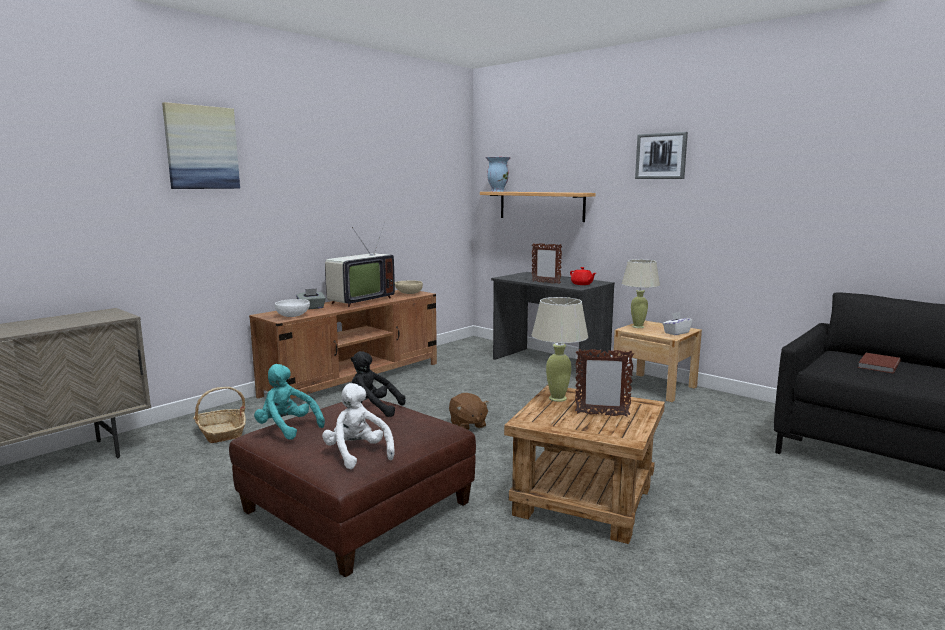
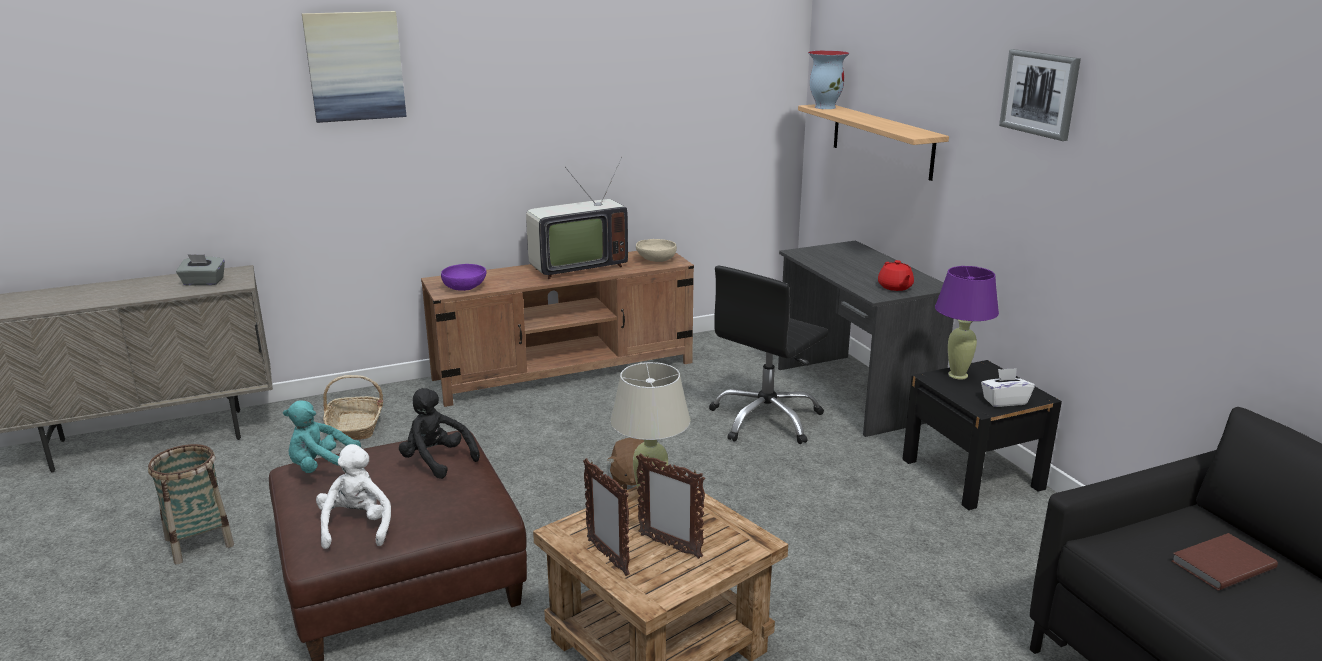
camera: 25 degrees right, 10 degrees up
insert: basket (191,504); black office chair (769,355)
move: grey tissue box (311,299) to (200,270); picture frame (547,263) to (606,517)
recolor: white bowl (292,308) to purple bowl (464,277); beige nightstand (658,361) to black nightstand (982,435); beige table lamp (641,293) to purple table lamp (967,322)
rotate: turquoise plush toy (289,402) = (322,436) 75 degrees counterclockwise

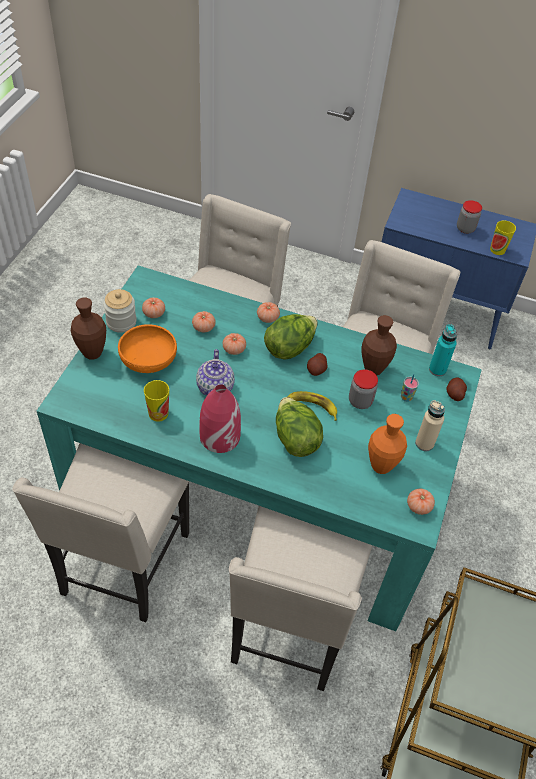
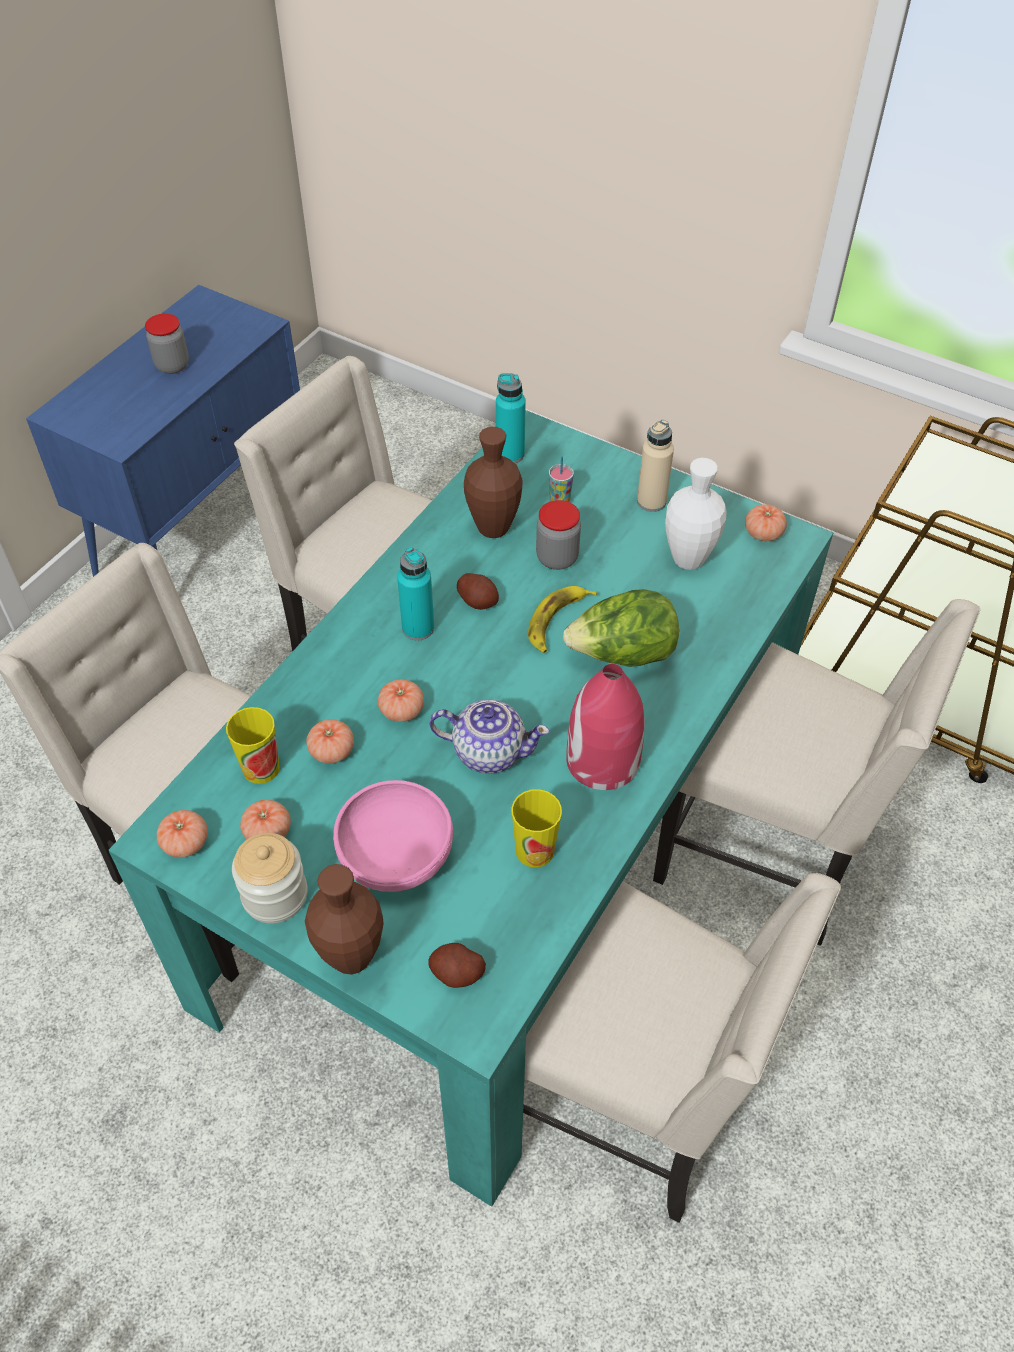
camera: 75 degrees left, 0 degrees up
move: tomato (268,312) to (182,834); potato (457,389) to (457,965); cup (503,237) to (253,745)
replace: lettuce (291,337) to turquoise bottle (415,594)
recolor: orange bowl (147,348) to pink bowl (393,836); orange vase (387,444) to white vase (696,514)

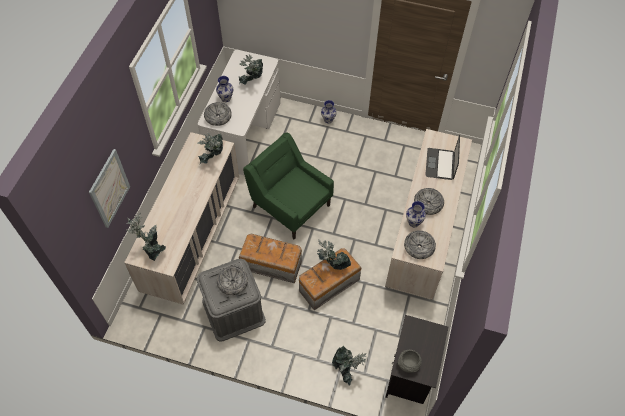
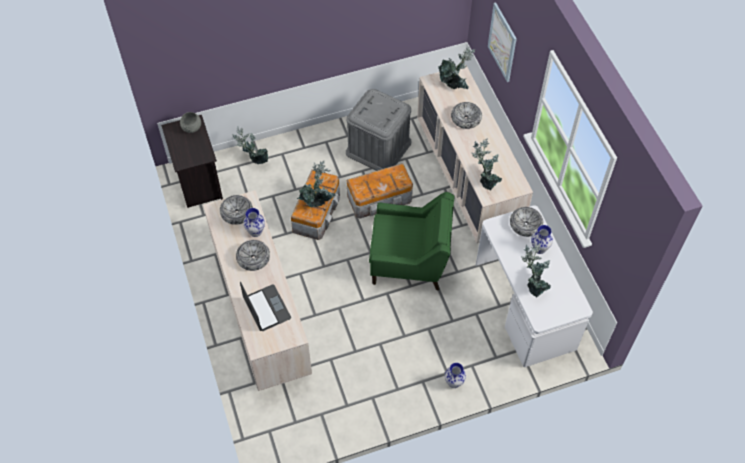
camera: 145 degrees right, 0 degrees up
move: bowl (232,280) to (466,115)

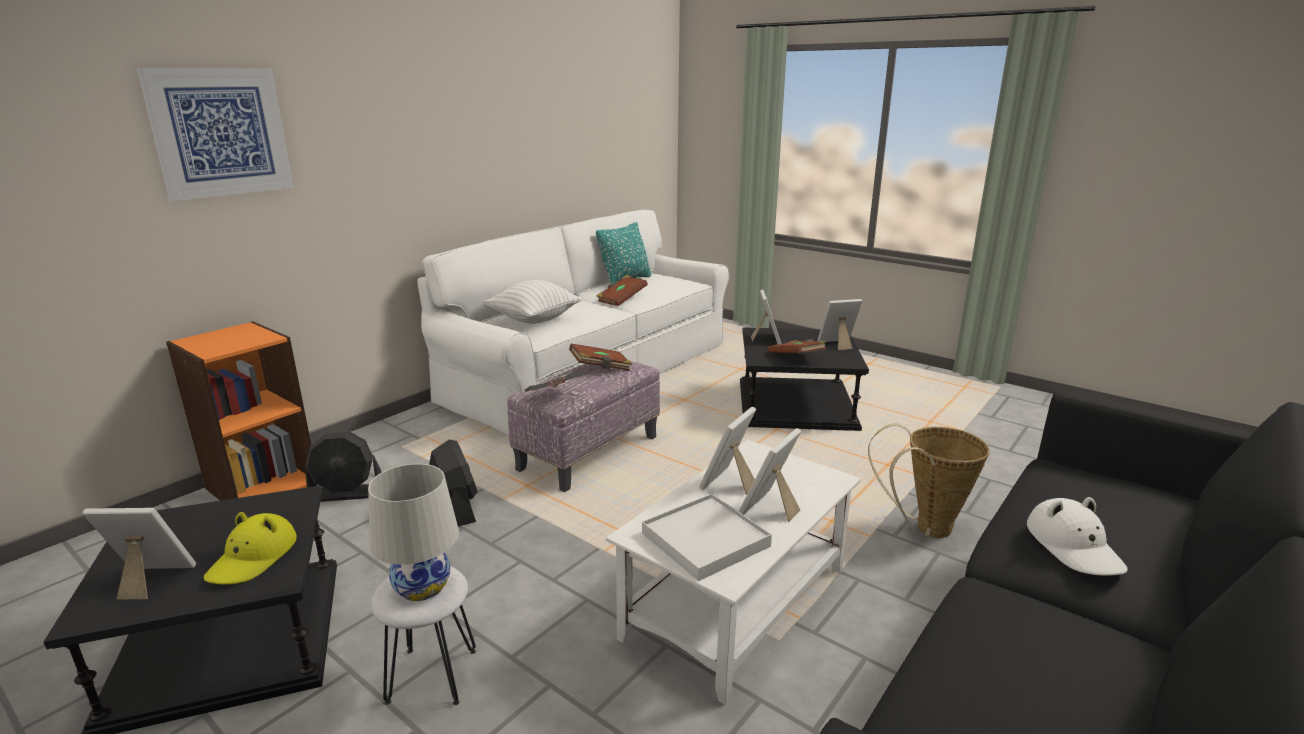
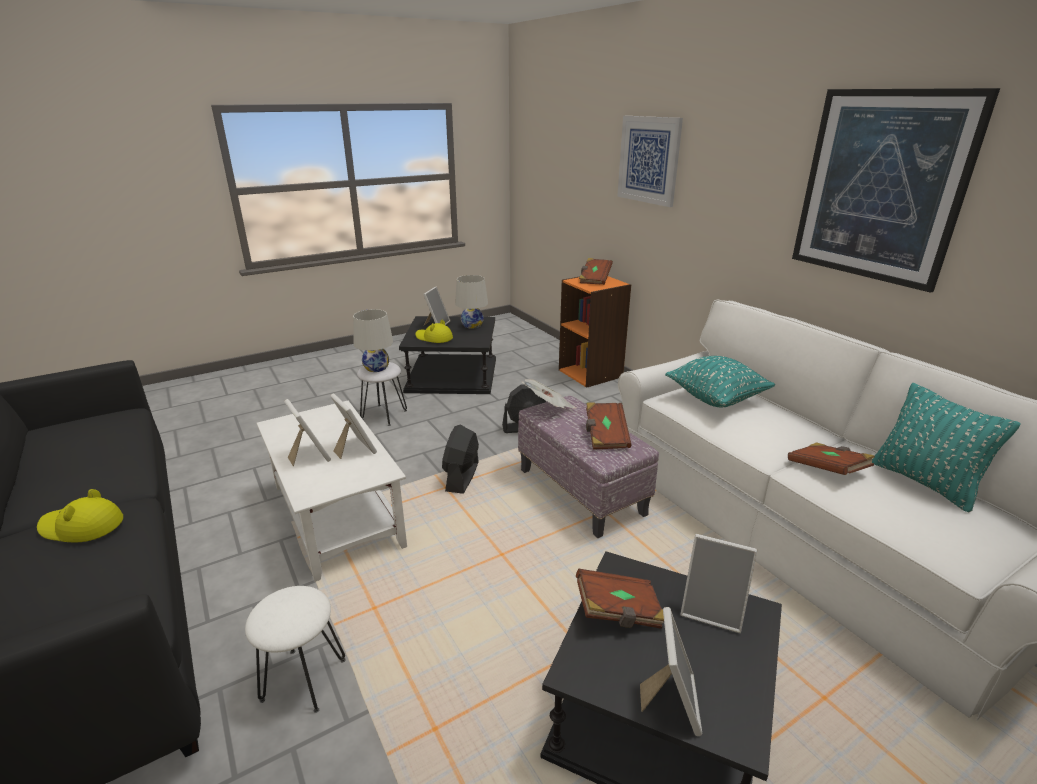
camera: 110 degrees right, 5 degrees up
delete: white tray (707,537)
insert: white table lamp (471,301); brown book (596,271); picture (896,190)
move: black fan (343,467) to (460,459)
replace: basket (929,480) to white stool (295,649)
recolor: white pillow (532,302) to turquoise pillow (720,381); white hat (1077,536) to yellow hat (80,516)

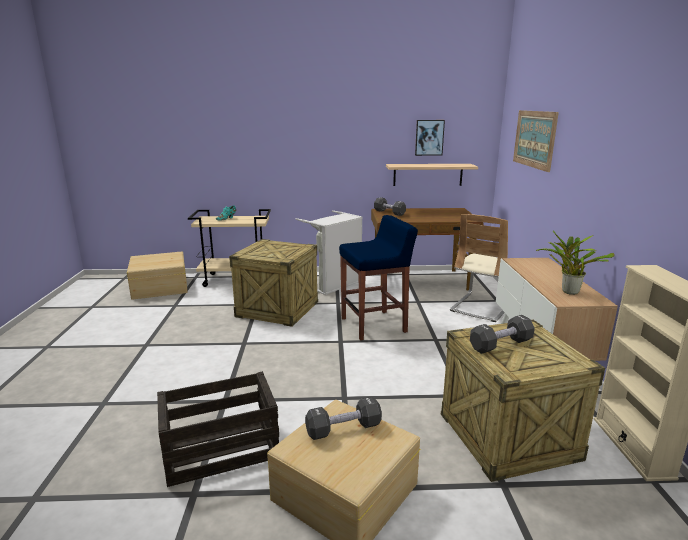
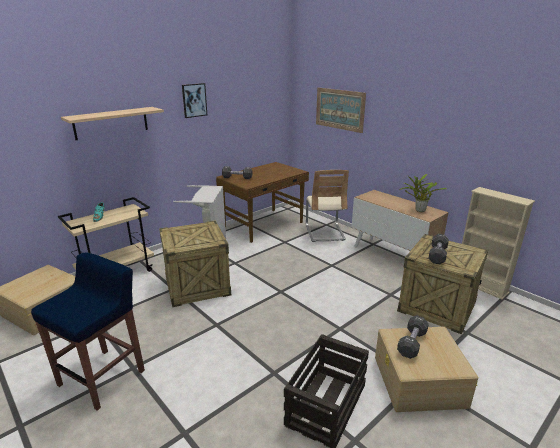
camera: 40 degrees left, 5 degrees up
move: blue stool (378,278) to (88,331); shelf (432,175) to (112,123); picture (430,138) to (194,100)

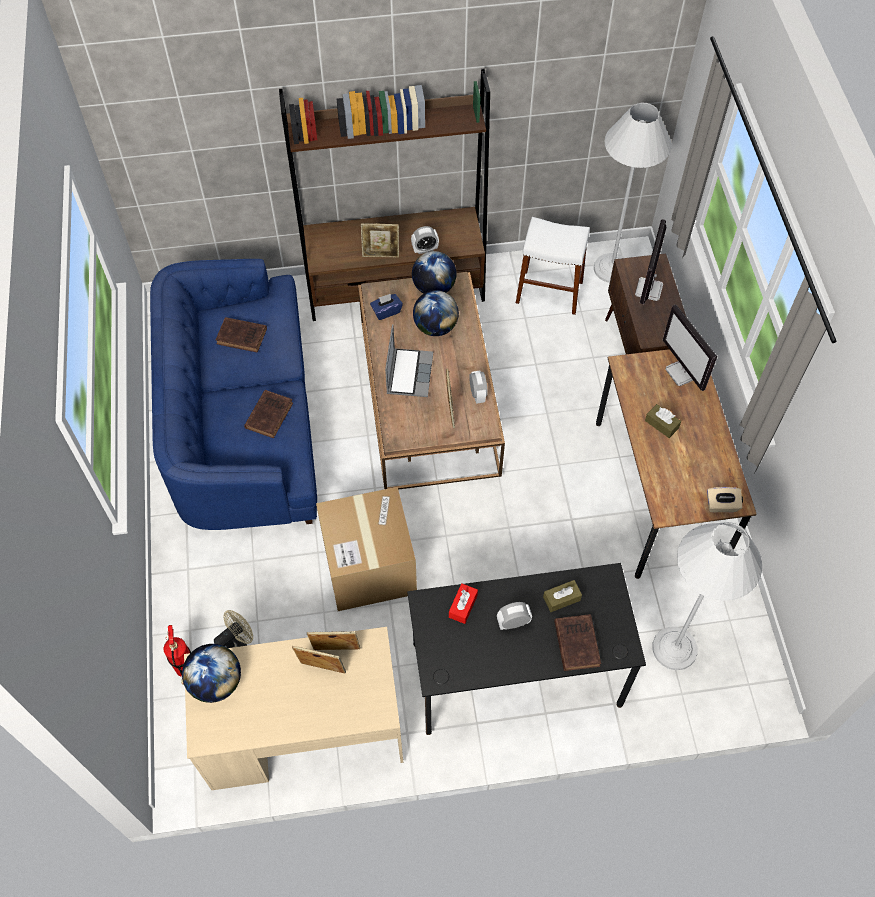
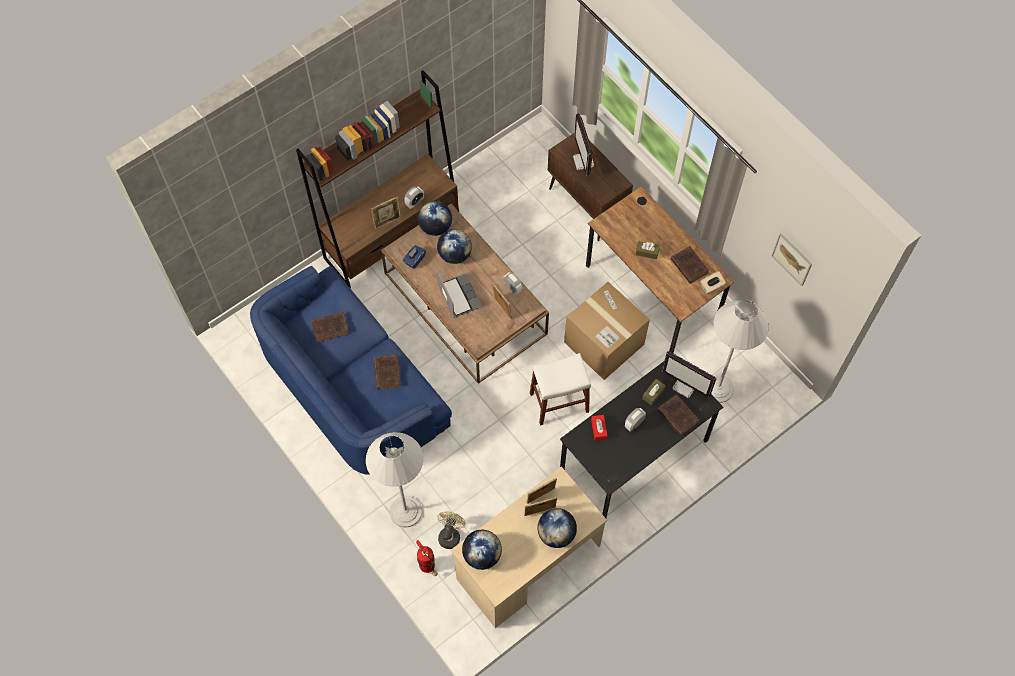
camera: 30 degrees left, 5 degrees up
insert: globe (557,528); brown book (690,265); picture (792,259)
move: cardboard box (366,549) to (607,331); white stool (553,266) to (560,389); white floor lamp (633,192) to (394,480); monitor (690,348) to (689,374)

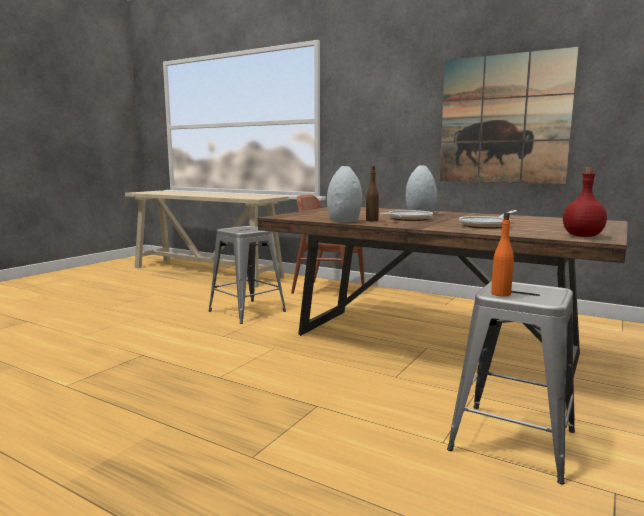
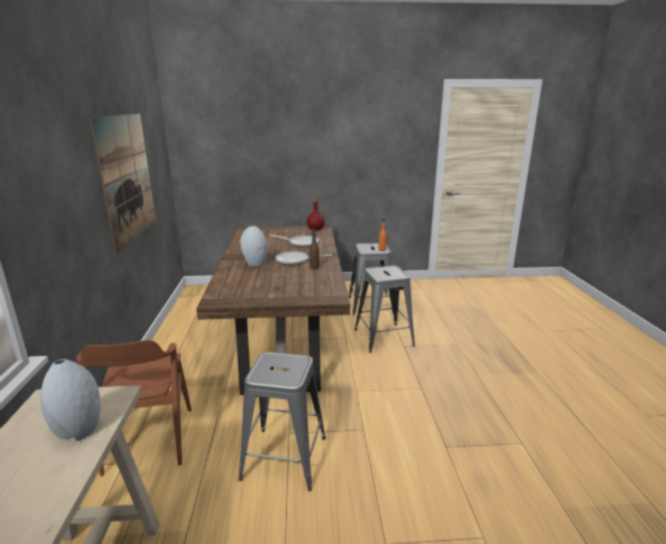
camera: 125 degrees left, 10 degrees up
insert: grey stool (385,309)
move: grey vase (344,194) to (70,400)

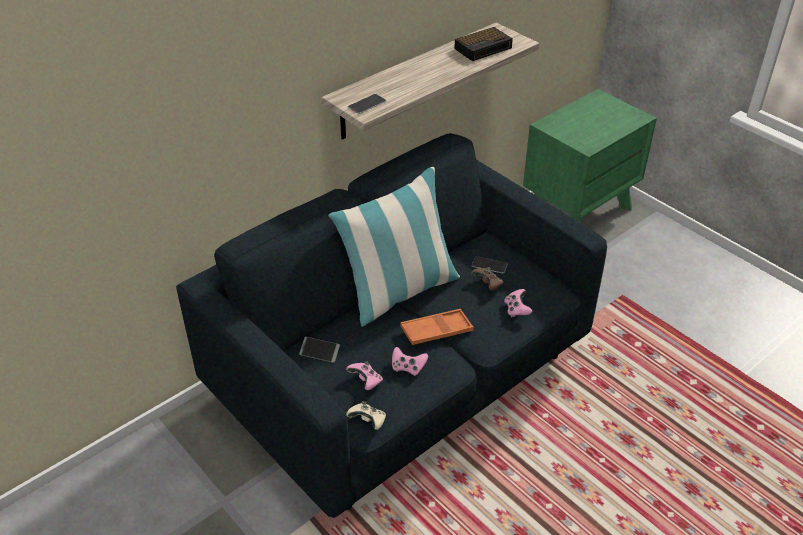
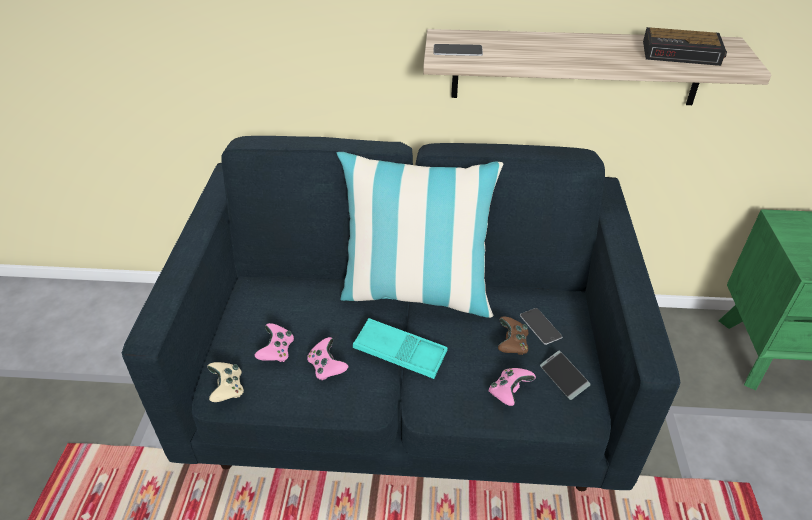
camera: 45 degrees right, 0 degrees up
move: phone (319,350) to (565,375)
recolor: orange tray (437,327) to turquoise tray (400,348)

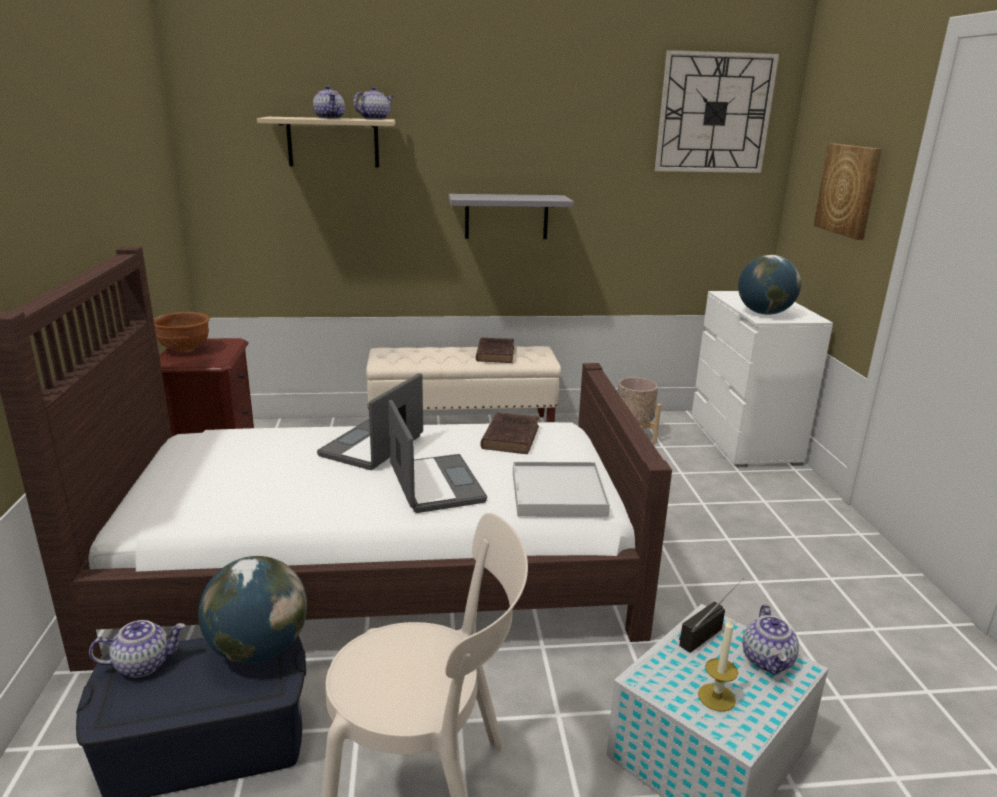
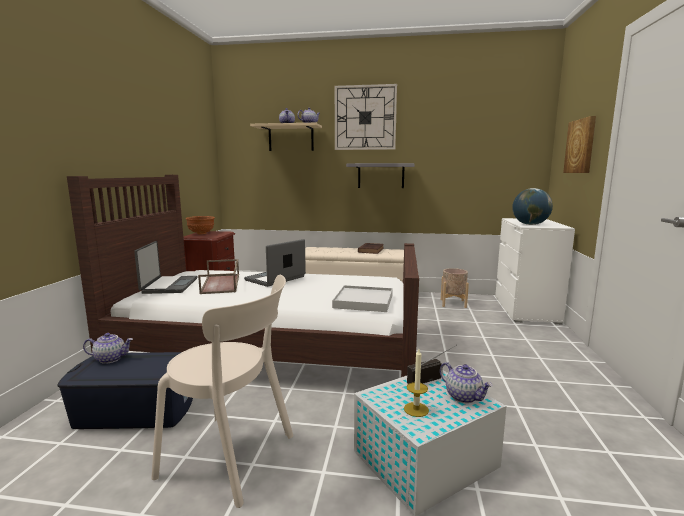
camera: 15 degrees right, 10 degrees down
delete: globe (252,610); brown book (509,433)
insert: brown tray (218,276)
move: laptop (437,456) to (166,267); wall clock (717,111) to (366,117)
rotate: teapot (771,640) = (466,382) 60 degrees counterclockwise

